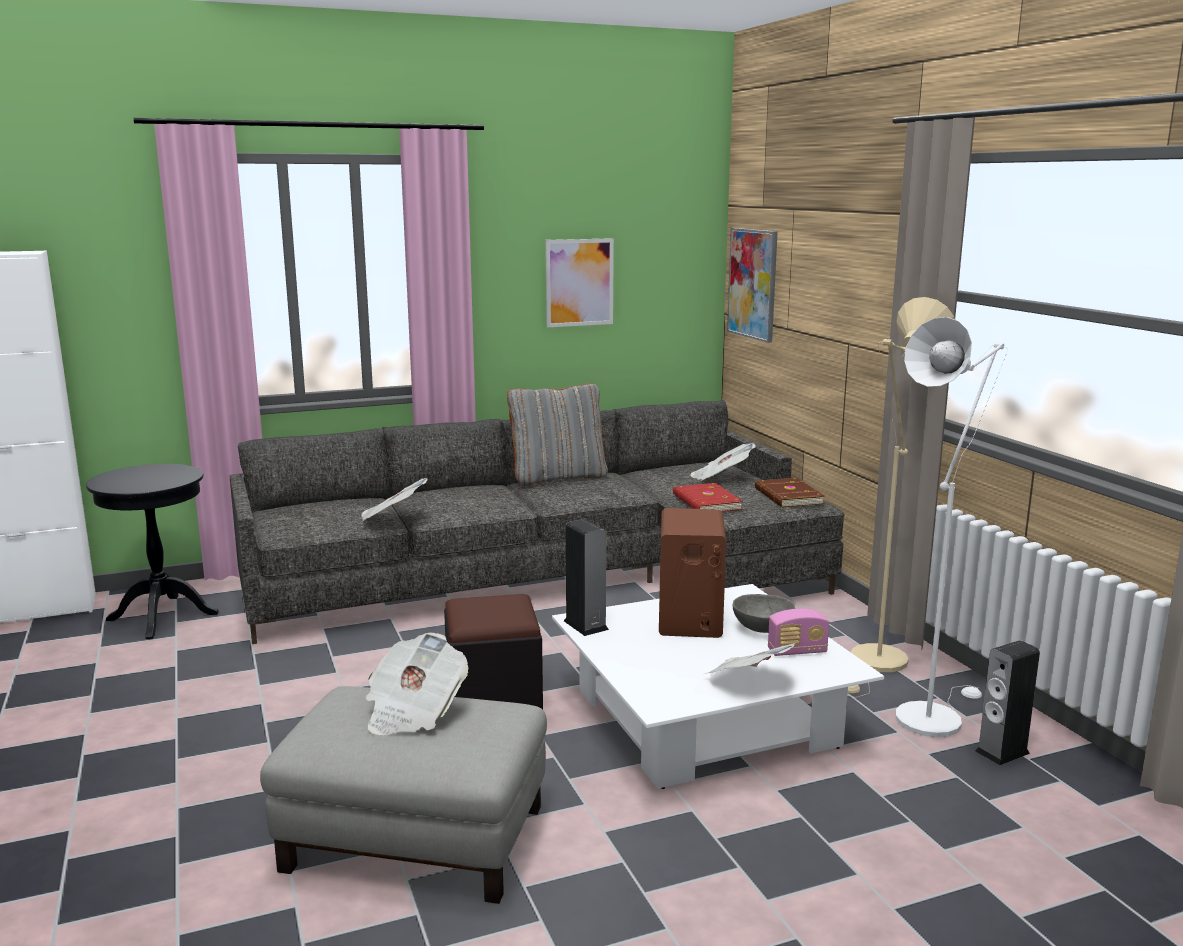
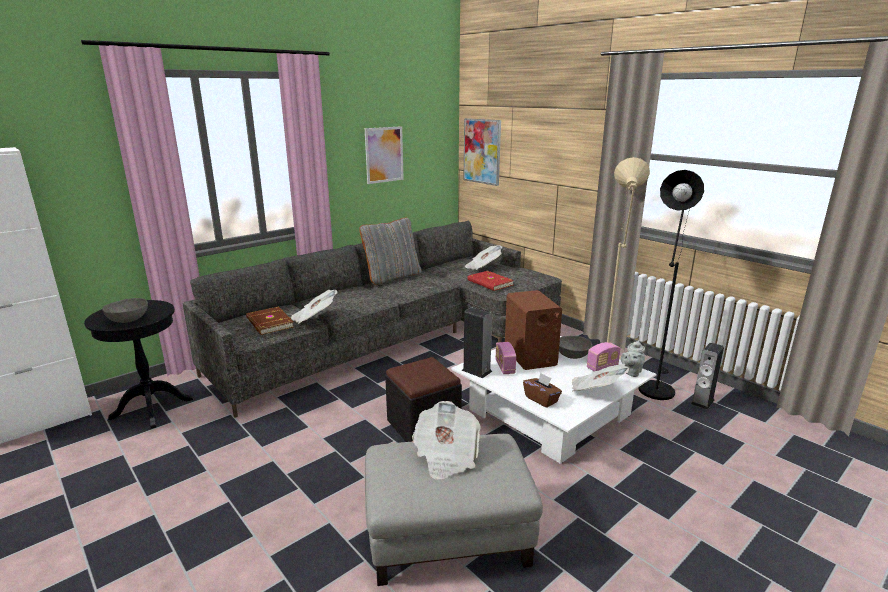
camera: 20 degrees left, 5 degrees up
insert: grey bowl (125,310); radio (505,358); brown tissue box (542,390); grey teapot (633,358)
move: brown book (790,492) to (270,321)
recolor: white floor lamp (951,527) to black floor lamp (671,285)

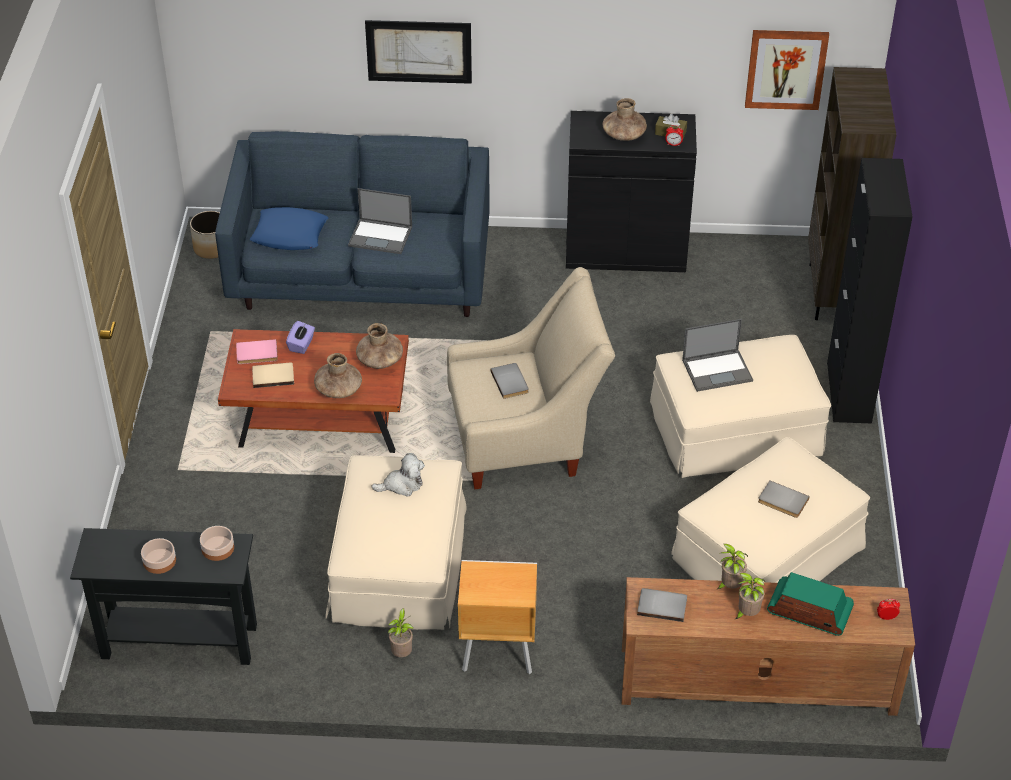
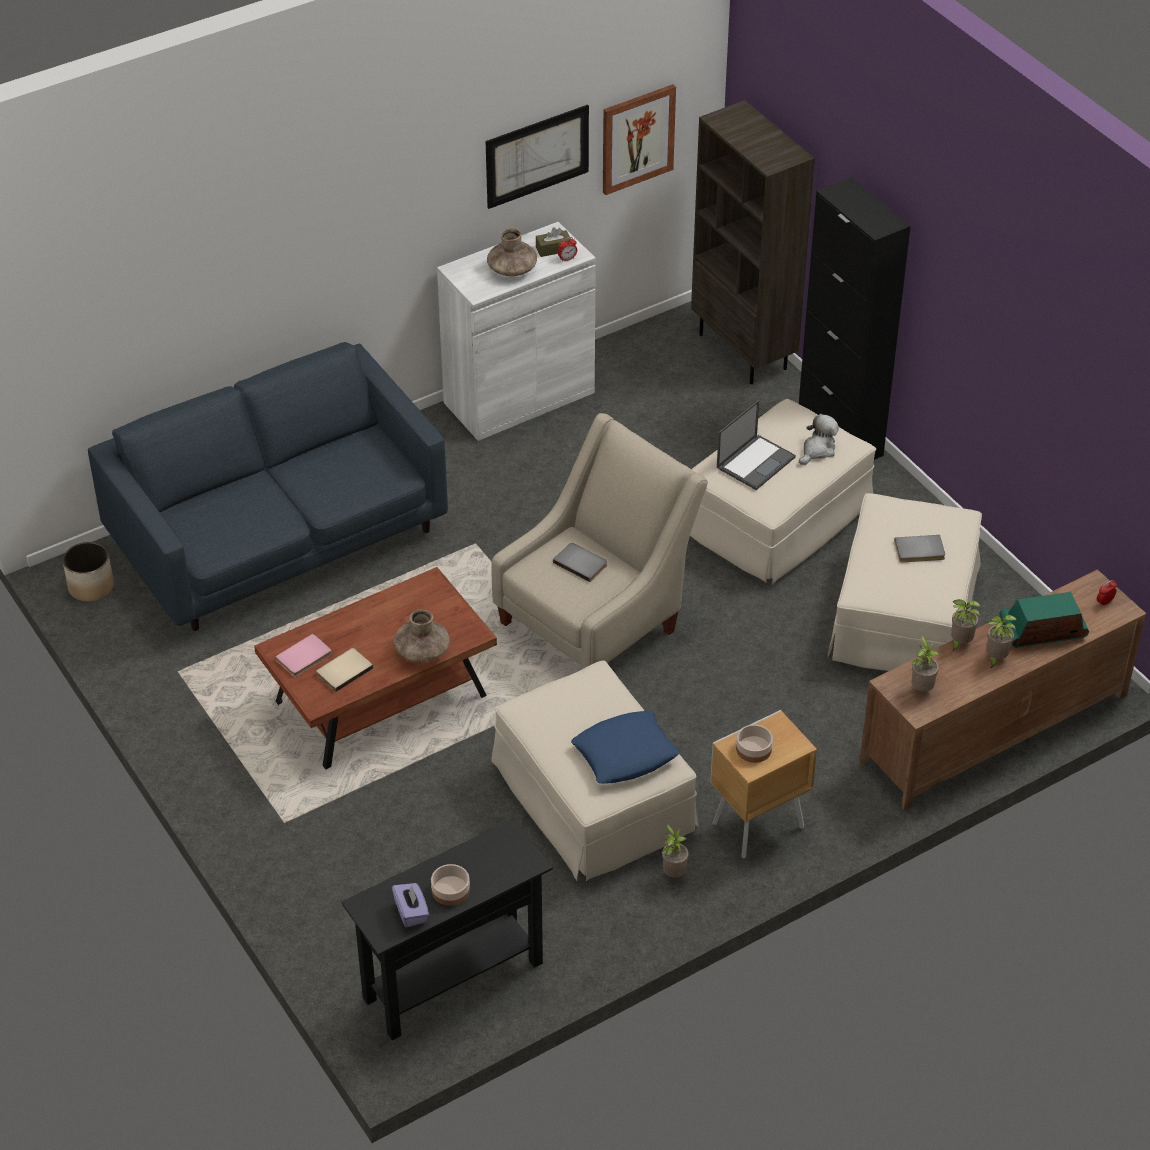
camera: 35 degrees left, 0 degrees up
delete: laptop (380,221); brown vase (379,346)
move: bowl (217,543) to (754,743); blue pillow (289,228) to (625,747); purple tissue box (300,337) to (410,905); picture (418,52) to (537,157); plush toy (398,475) to (819,439)
replace: grey book (662,605) to potted plant (925,664)
recolor: black cabinet (631,191) to white cabinet (516,331)

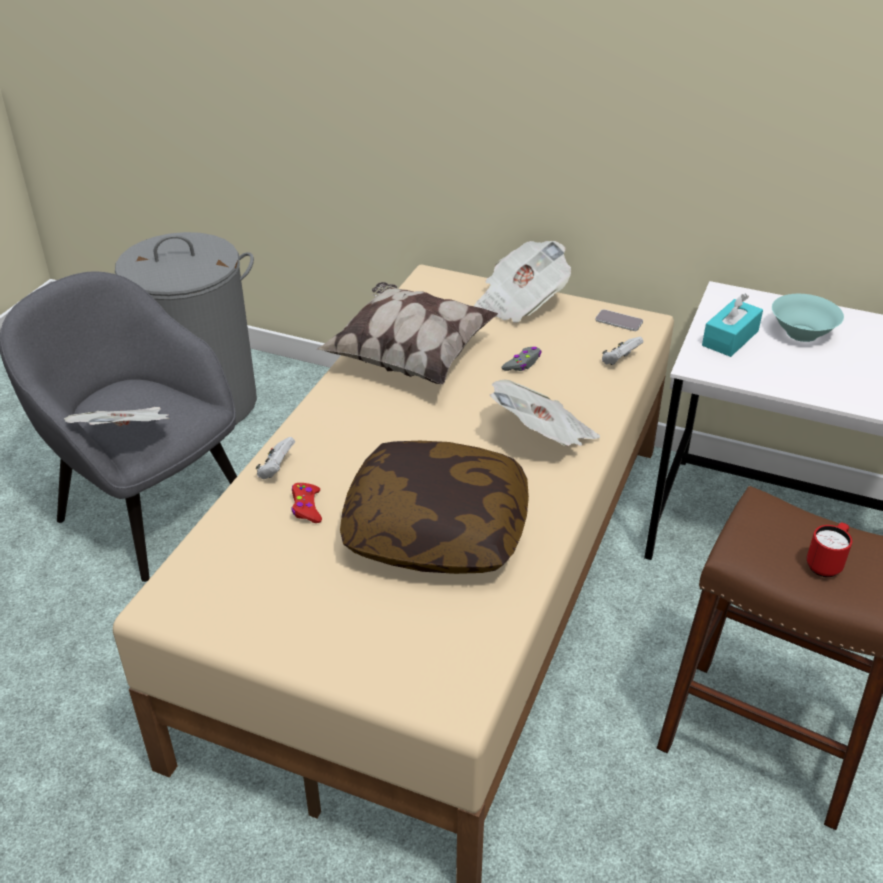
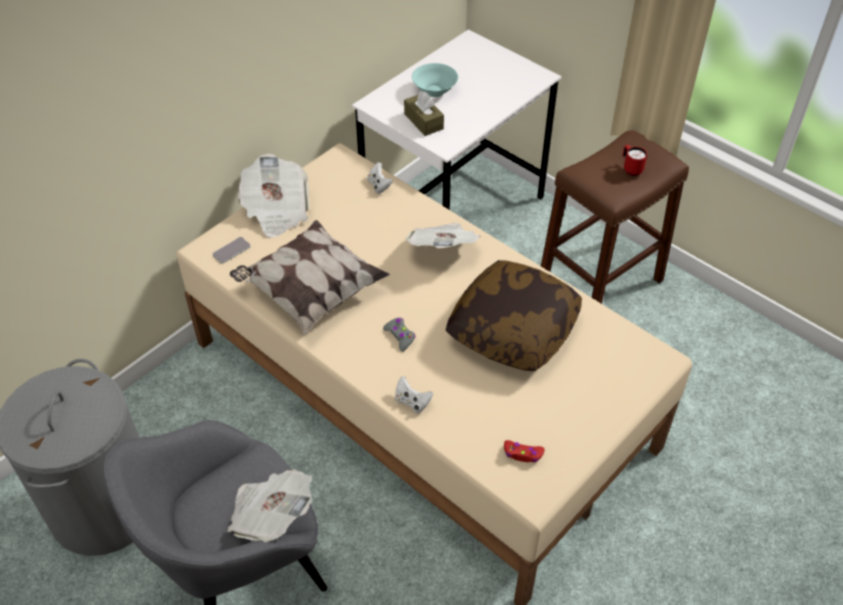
camera: 70 degrees left, 10 degrees up
move: red game controller (306,503) to (524,451); grey game controller (521,359) to (399,335); phone (619,320) to (231,250)
recolor: turquoise tissue box (732,325) to brown tissue box (424,113)

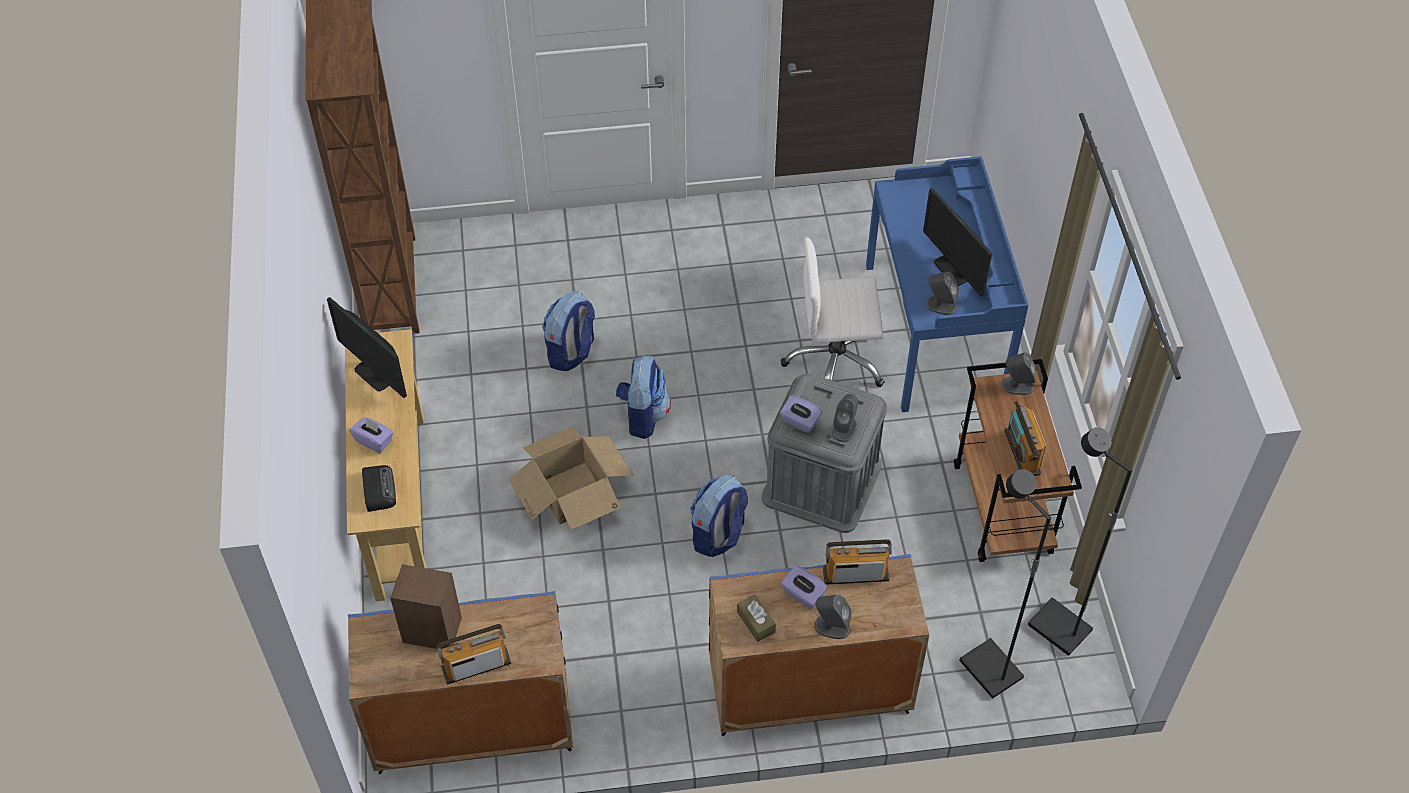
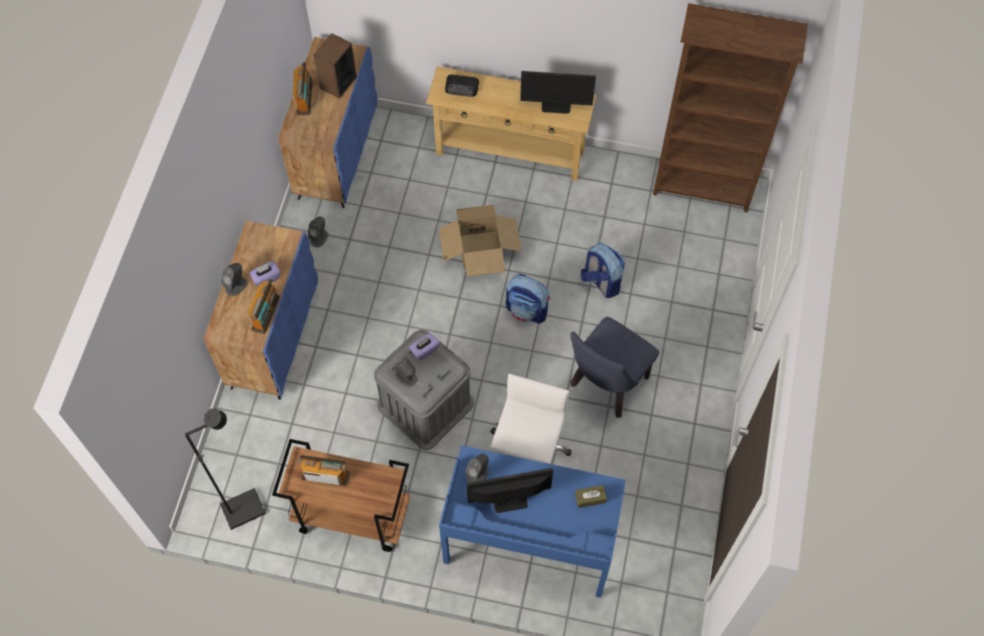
camera: 110 degrees right, 10 degrees up
delete: purple tissue box (371,435); backpack (719,515); black floor lamp (1005,584)
insert: blue chair (614,367)
move: brown tissue box (756,618) to (591,496); grey speaker (1019,373) to (318,231)
rotate: monitor (367,347) = (558,92) 150 degrees counterclockwise

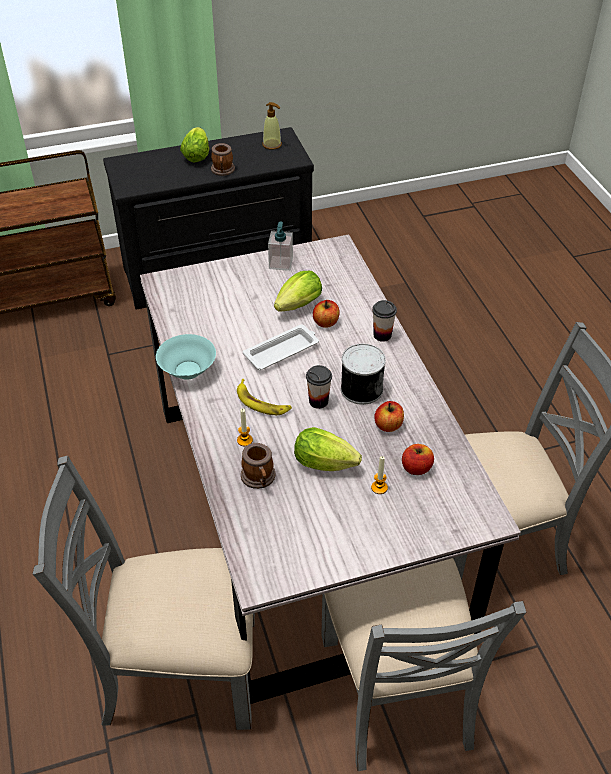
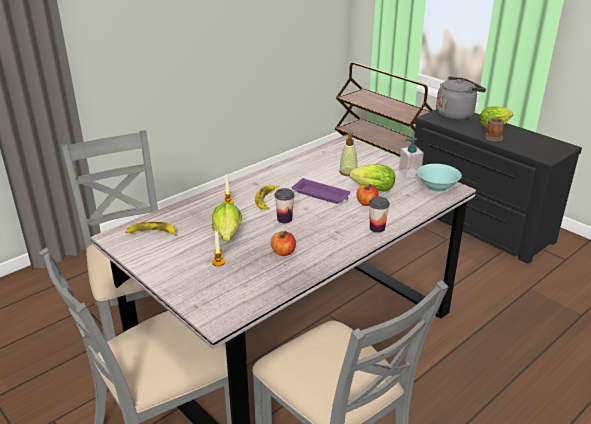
camera: 65 degrees right, 15 degrees down
delete: mug (258,466); can (363,374); apple (418,459)
insert: banana (151,228); grey kettle (461,98)
move: turquoise bowl (186,357) to (439,178); soap dispenser (272,126) to (348,154)
recolor: white tray (281,347) to purple tray (321,191)

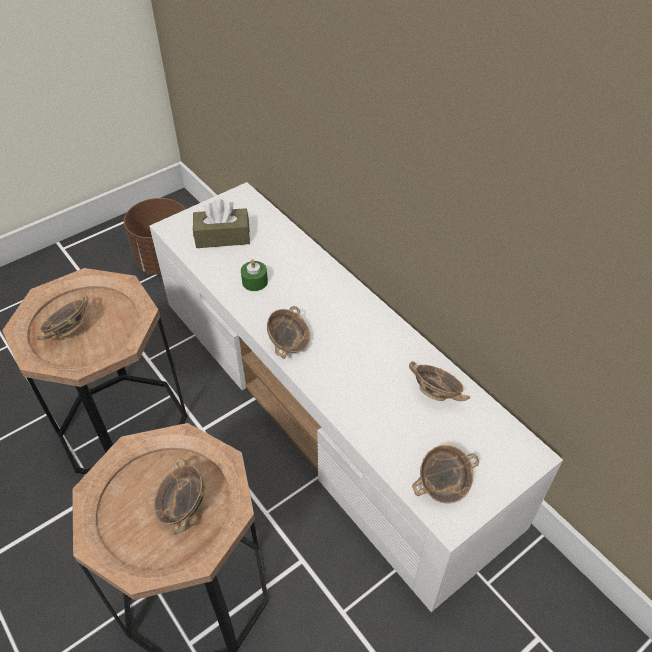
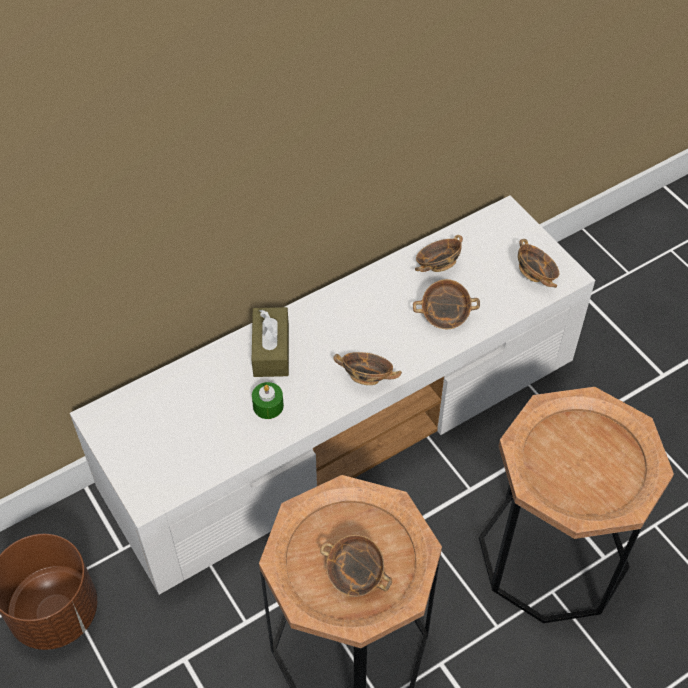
camera: 85 degrees left, 5 degrees up
move: bowl (179,496) to (446,304); brown tissue box (221,223) to (270,342)

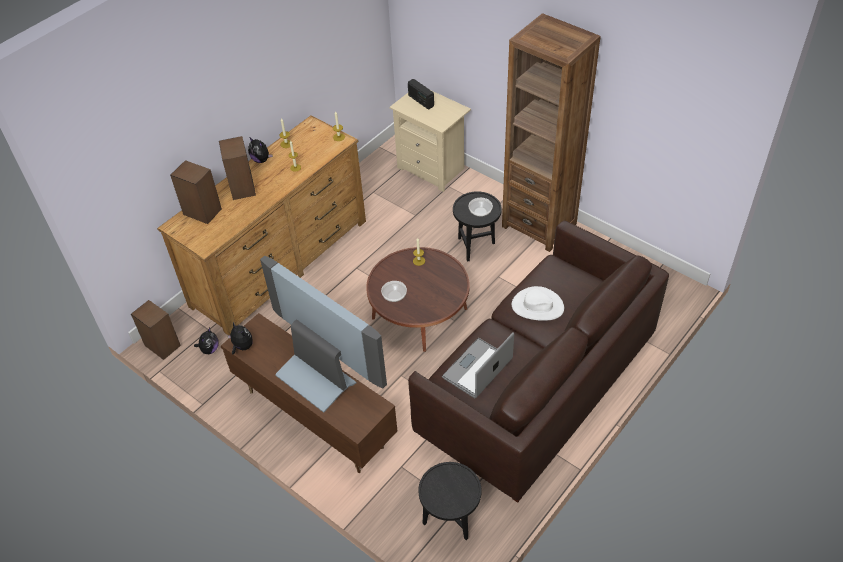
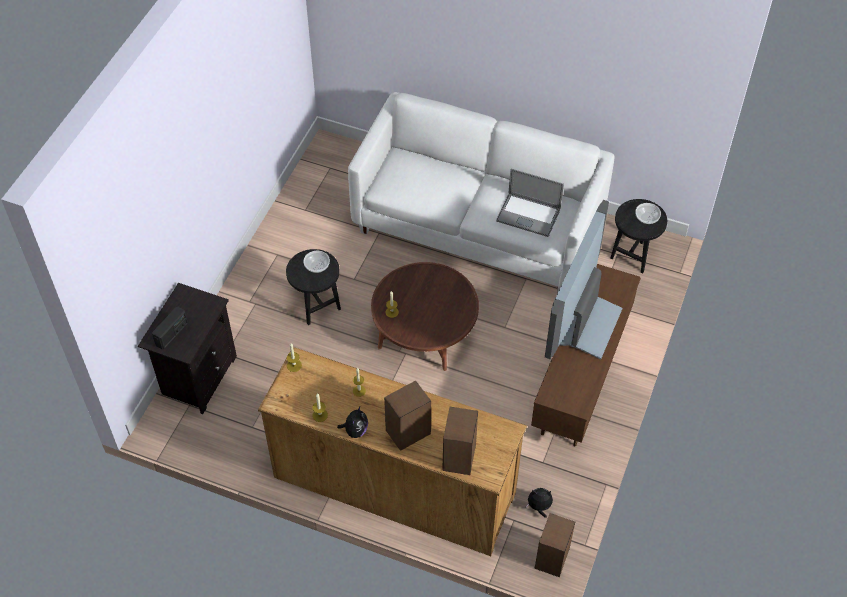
camera: 110 degrees left, 5 degrees up
delete: plush toy (240,338); brown bookcase (551,132); white hat (538,303)
move: bowl (394,291) to (648,213)
recolor: beige nightstand (430,141) to black nightstand (187,348); brown sofa (538,362) to white sofa (481,193)

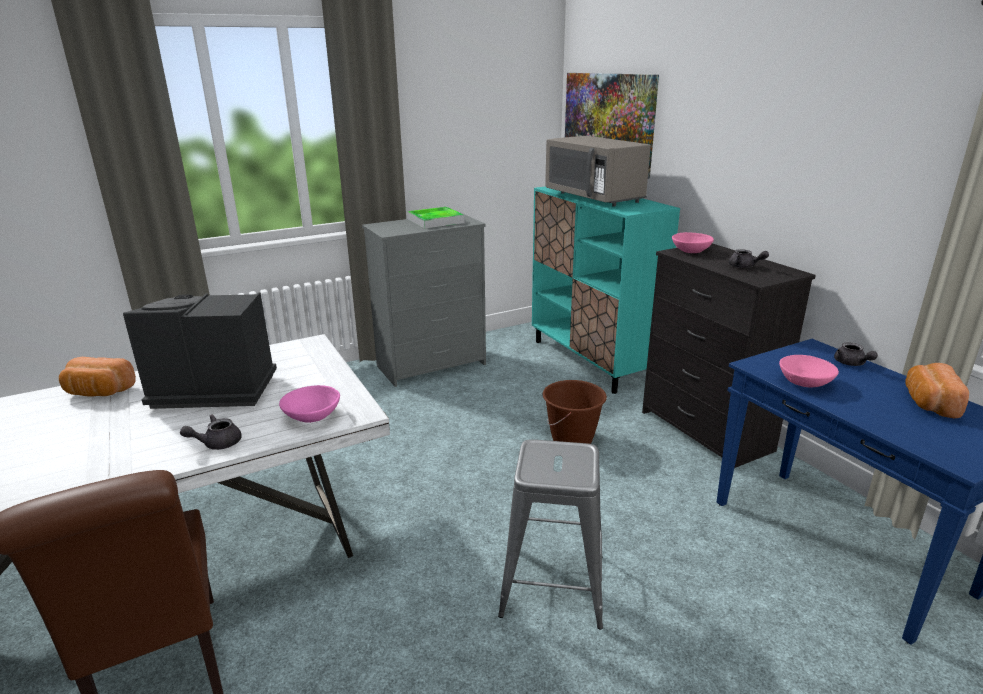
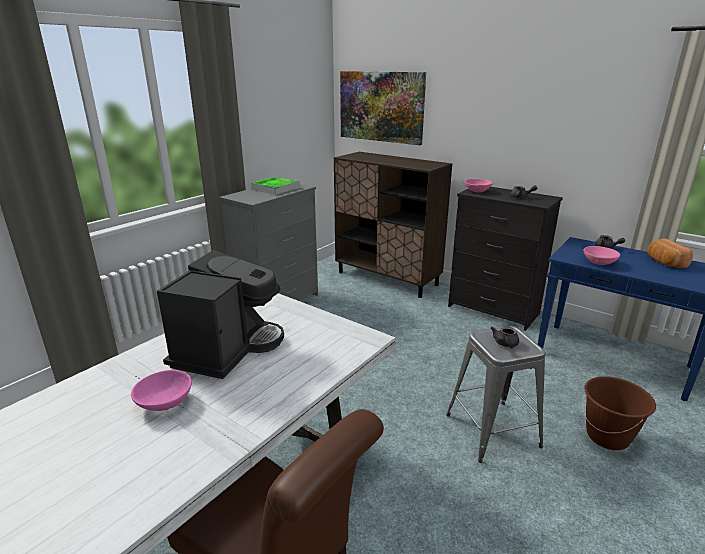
camera: 25 degrees left, 0 degrees up
delete: bread (97,376); grey microwave (598,171)
move: grey teapot (211,432) to (505,336); pink bowl (309,404) to (161,390); brown bucket (575,412) to (619,413)
recolor: turquoise cabinet (606,290) to brown cabinet (393,225)
rotate: coffee machine (200,350) = (220,314) 135 degrees clockwise

